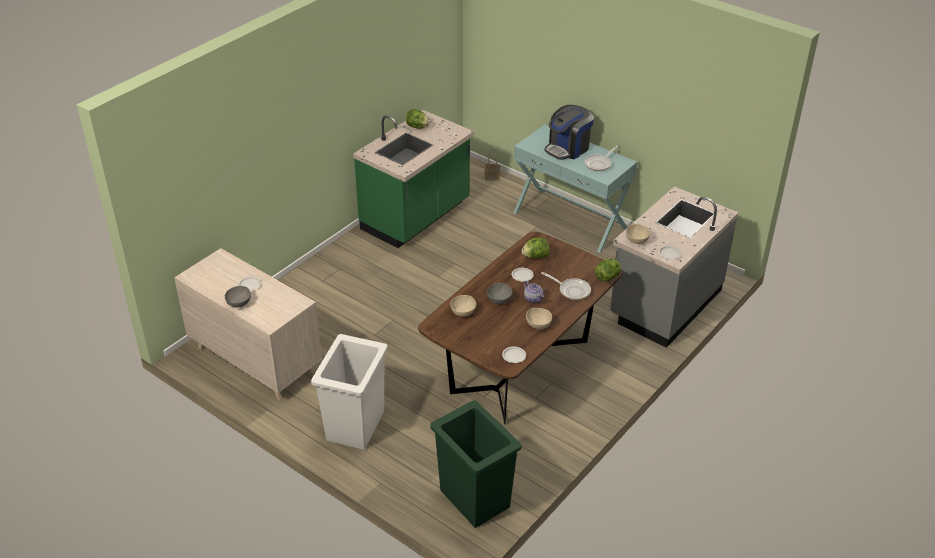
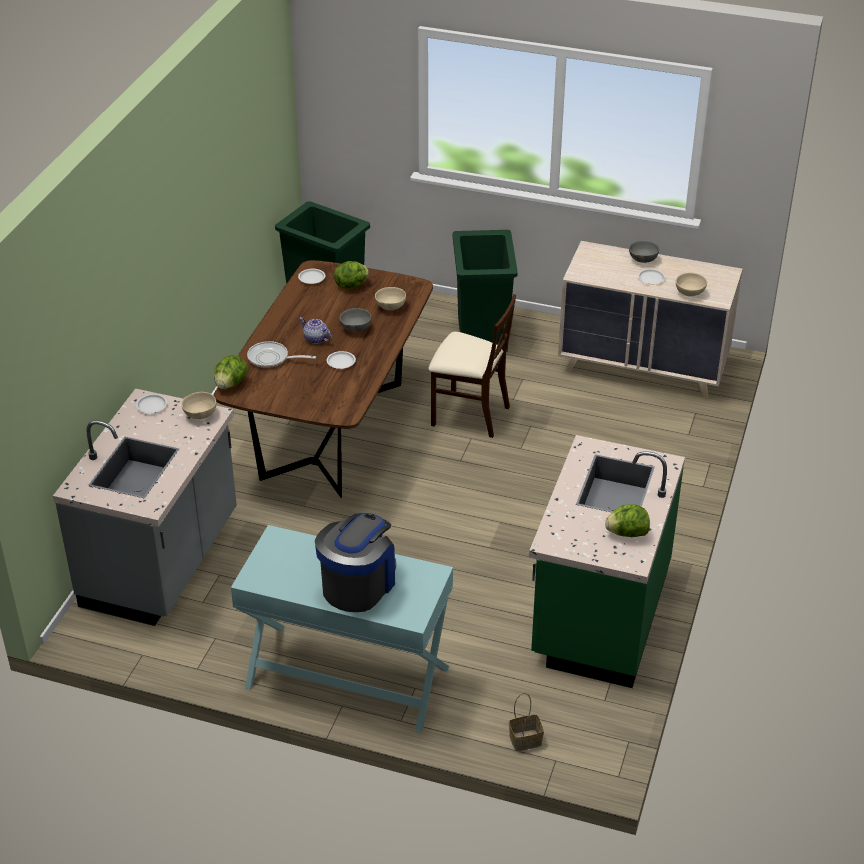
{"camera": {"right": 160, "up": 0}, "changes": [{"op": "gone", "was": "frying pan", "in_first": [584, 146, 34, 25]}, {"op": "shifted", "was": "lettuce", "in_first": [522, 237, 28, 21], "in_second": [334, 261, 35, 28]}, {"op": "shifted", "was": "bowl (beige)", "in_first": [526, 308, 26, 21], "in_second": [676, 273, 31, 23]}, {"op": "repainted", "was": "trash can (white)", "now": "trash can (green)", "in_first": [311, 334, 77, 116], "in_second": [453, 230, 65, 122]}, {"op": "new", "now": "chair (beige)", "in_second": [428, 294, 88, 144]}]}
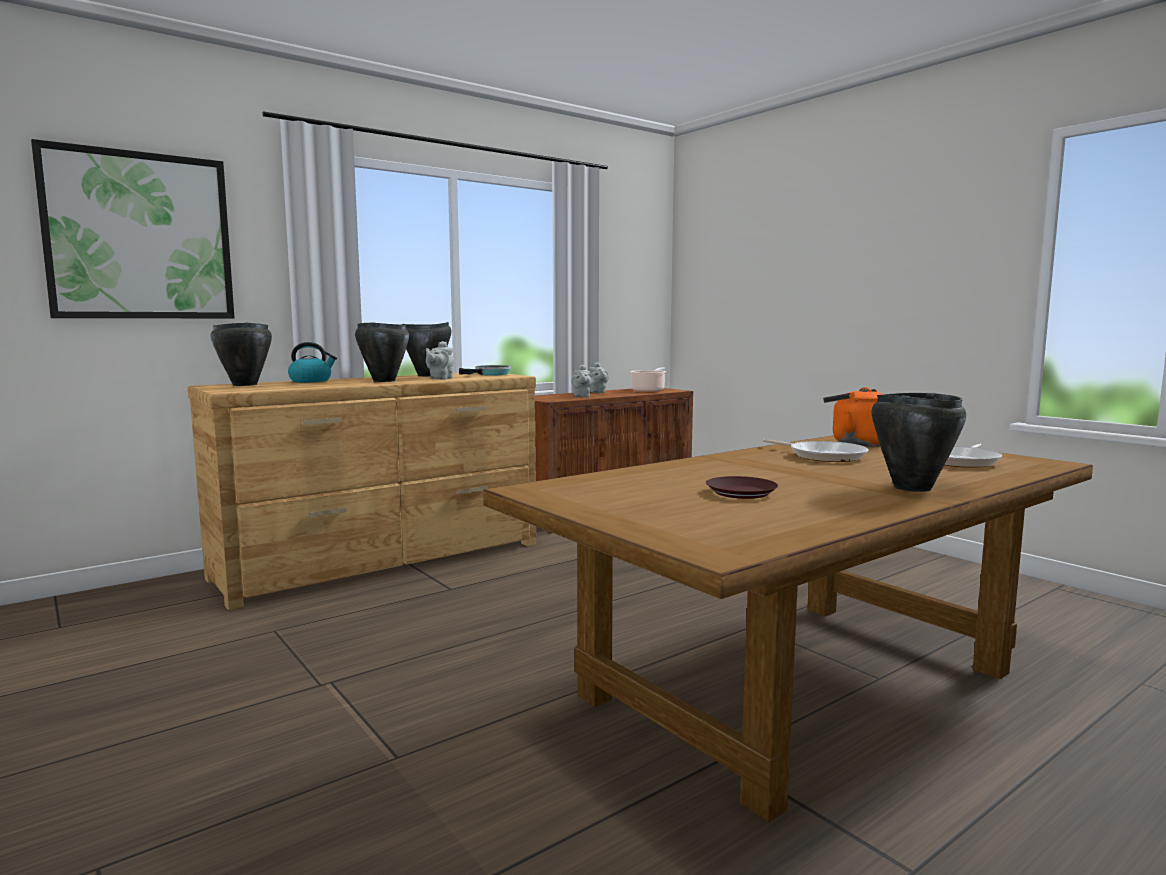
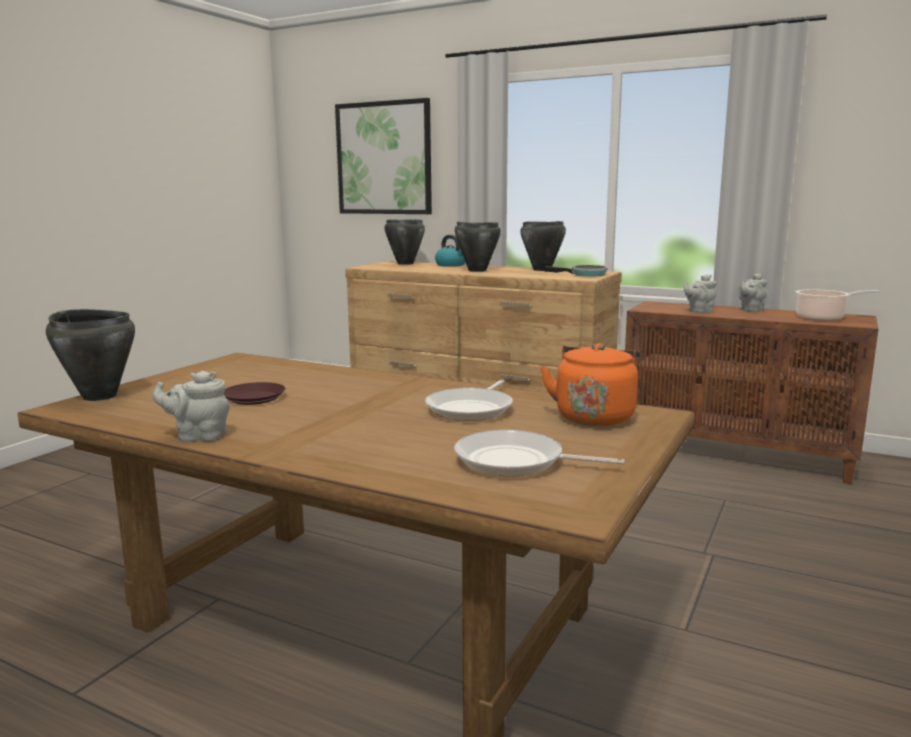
{"camera": {"right": 65, "up": 5}, "changes": [{"op": "shifted", "was": "teapot (grey)", "in_first": [426, 341, 28, 39], "in_second": [152, 371, 78, 71]}, {"op": "shifted", "was": "cooking pot (black)", "in_first": [872, 392, 94, 100], "in_second": [46, 309, 89, 92]}]}
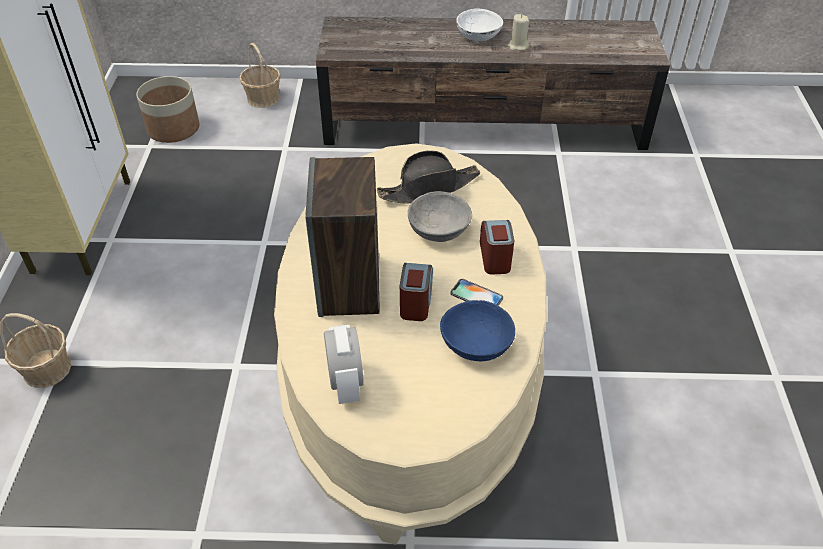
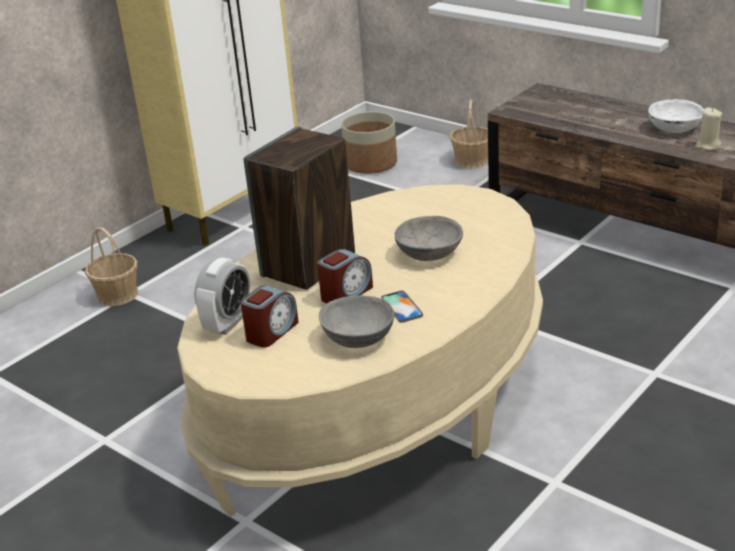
{"camera": {"right": 40, "up": -15}, "changes": [{"op": "gone", "was": "hat (black)", "in_first": [377, 150, 103, 54]}, {"op": "shifted", "was": "alarm clock", "in_first": [480, 220, 34, 54], "in_second": [240, 286, 59, 62]}, {"op": "repainted", "was": "bowl (blue)", "now": "bowl (grey)", "in_first": [440, 300, 75, 61], "in_second": [319, 296, 75, 52]}]}
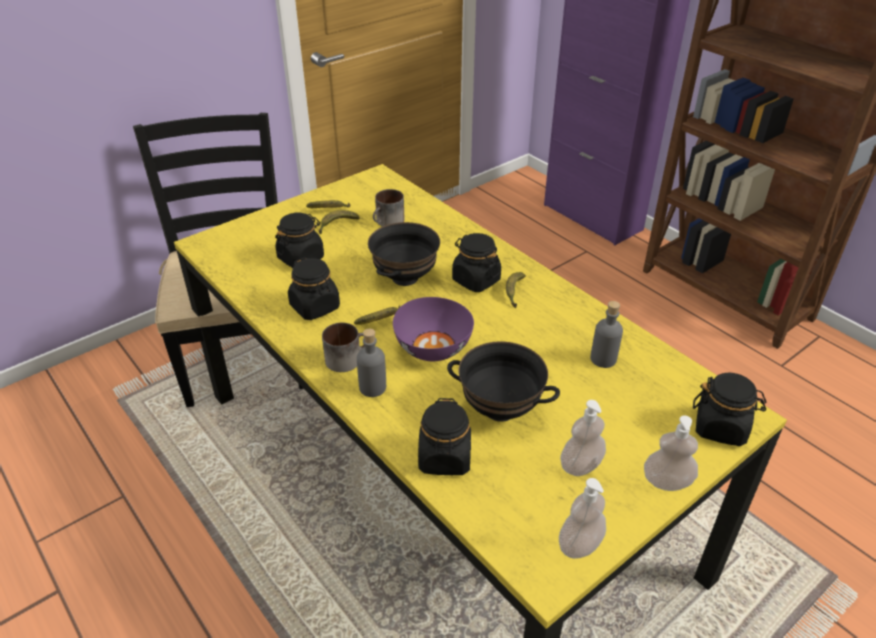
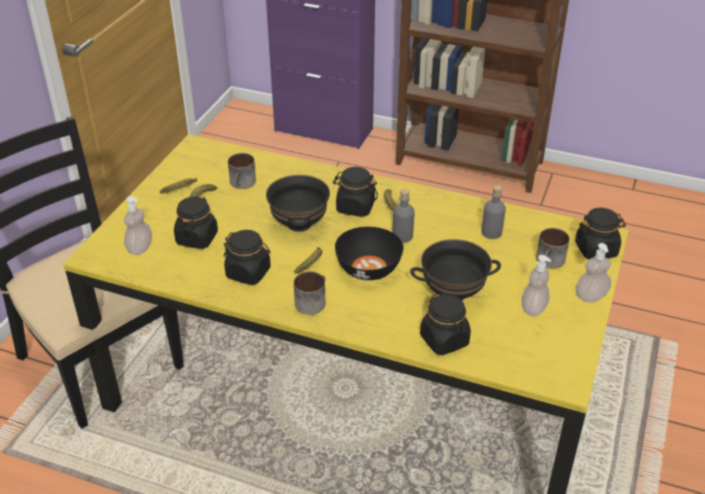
{"camera": {"right": -30, "up": 0}, "changes": [{"op": "repainted", "was": "bowl (purple)", "now": "bowl (black)", "in_first": [393, 297, 81, 64], "in_second": [335, 227, 69, 53]}, {"op": "shifted", "was": "bottle (grey)", "in_first": [357, 329, 29, 68], "in_second": [392, 189, 23, 54]}, {"op": "shifted", "was": "soap dispenser", "in_first": [559, 478, 47, 81], "in_second": [124, 196, 28, 59]}, {"op": "new", "now": "mug", "in_second": [536, 228, 34, 40]}]}
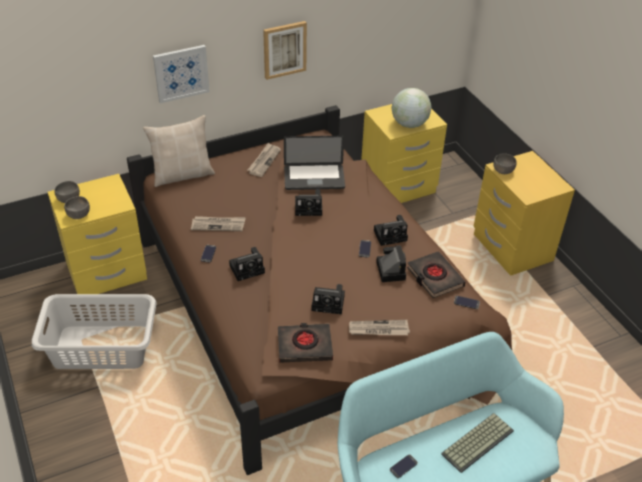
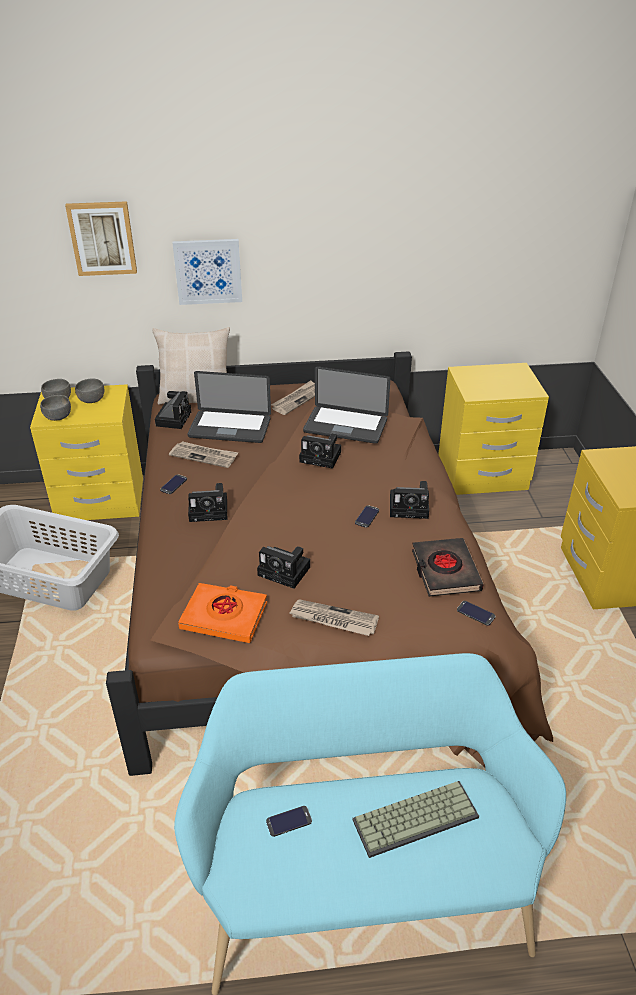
{"camera": {"right": 20, "up": -5}, "changes": [{"op": "shifted", "was": "picture", "in_first": [263, 21, 44, 59], "in_second": [65, 201, 72, 75]}, {"op": "gone", "was": "globe", "in_first": [392, 88, 39, 40]}, {"op": "shifted", "was": "bowl (grey)", "in_first": [493, 153, 24, 21], "in_second": [75, 378, 30, 25]}, {"op": "shifted", "was": "photo camera", "in_first": [376, 245, 30, 37], "in_second": [155, 391, 36, 38]}, {"op": "repainted", "was": "book (black)", "now": "book (orange)", "in_first": [278, 323, 55, 40], "in_second": [178, 583, 89, 60]}, {"op": "new", "now": "laptop", "in_second": [187, 371, 84, 72]}]}
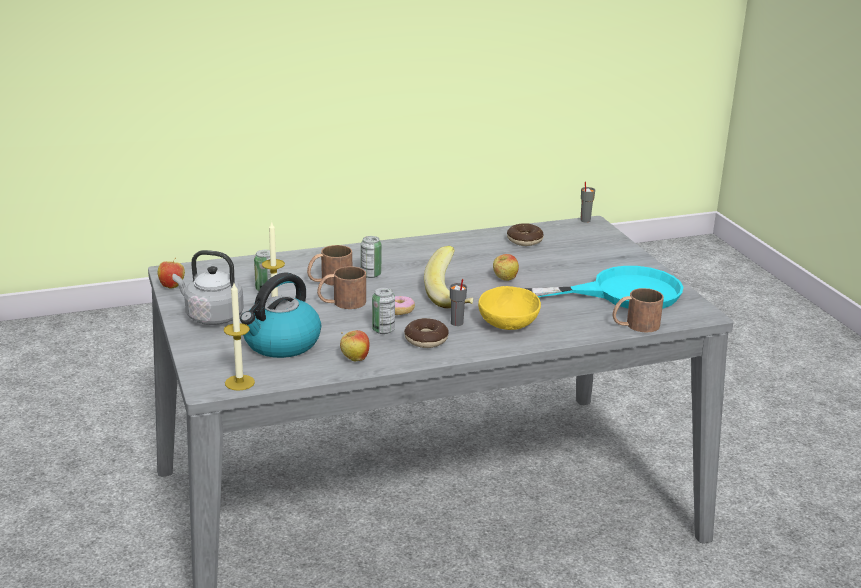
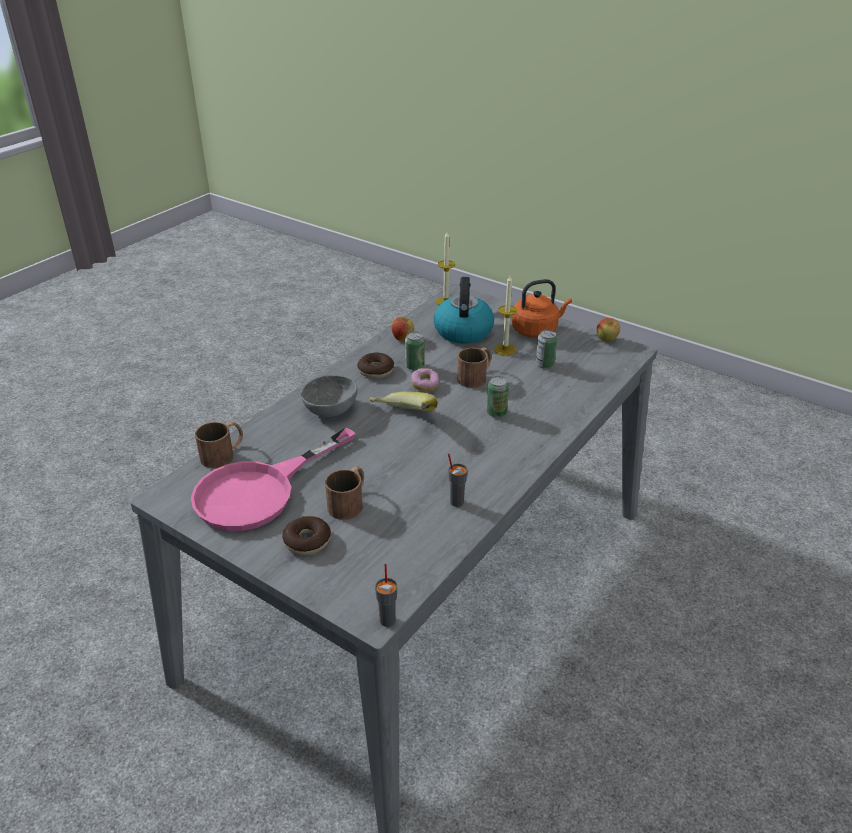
{"camera": {"right": 145, "up": 10}, "changes": [{"op": "shifted", "was": "donut", "in_first": [507, 223, 37, 23], "in_second": [282, 516, 49, 40]}, {"op": "shifted", "was": "mug (brown)", "in_first": [307, 245, 45, 41], "in_second": [325, 466, 39, 54]}, {"op": "repainted", "was": "kettle (grey)", "now": "kettle (orange)", "in_first": [172, 250, 72, 75], "in_second": [512, 279, 60, 59]}, {"op": "gone", "was": "apple", "in_first": [493, 254, 26, 27]}, {"op": "repainted", "was": "frying pan (turquoise)", "now": "frying pan (pink)", "in_first": [523, 266, 160, 43], "in_second": [191, 428, 164, 103]}, {"op": "shifted", "was": "cup (grey)", "in_first": [450, 279, 17, 47], "in_second": [448, 453, 20, 54]}, {"op": "repainted", "was": "bowl (yellow)", "now": "bowl (grey)", "in_first": [478, 286, 63, 44], "in_second": [301, 375, 57, 42]}]}
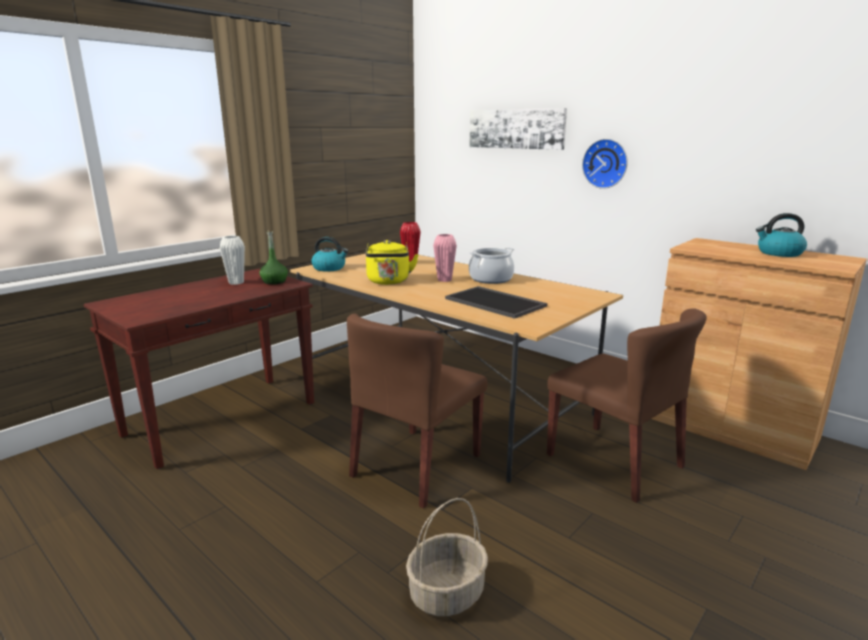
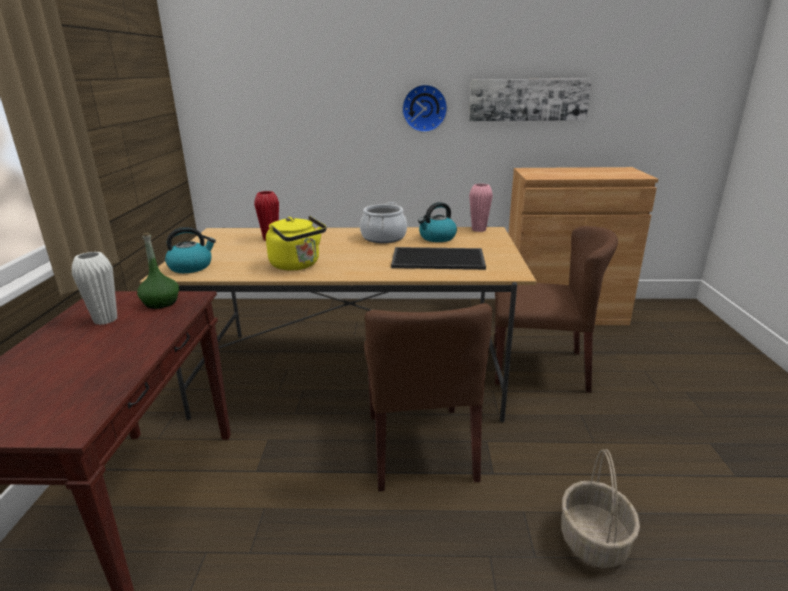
{"camera": {"right": -40, "up": 5}, "changes": [{"op": "shifted", "was": "picture", "in_first": [469, 108, 98, 42], "in_second": [469, 78, 123, 43]}, {"op": "shifted", "was": "kettle", "in_first": [756, 213, 51, 44], "in_second": [418, 202, 39, 40]}, {"op": "shifted", "was": "vase (pink)", "in_first": [433, 234, 24, 48], "in_second": [469, 184, 24, 48]}]}
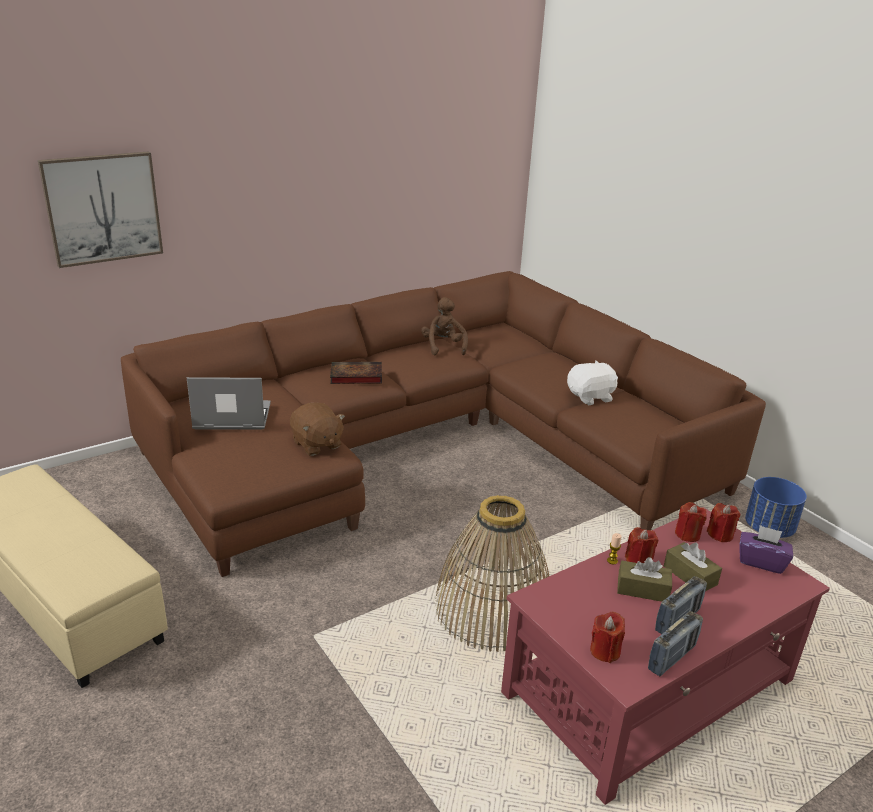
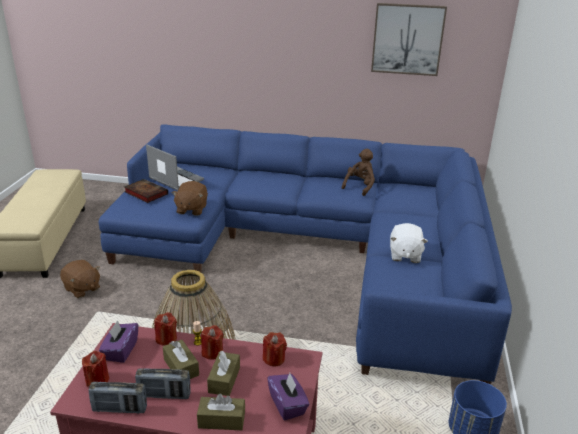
{"camera": {"right": 45, "up": 0}, "changes": [{"op": "shifted", "was": "picture", "in_first": [38, 151, 125, 117], "in_second": [371, 3, 76, 73]}, {"op": "repainted", "was": "sofa (brown)", "now": "sofa (blue)", "in_first": [121, 271, 645, 306], "in_second": [99, 124, 413, 260]}, {"op": "rotated", "was": "plush toy (white)", "in_first": [567, 360, 51, 45], "in_second": [390, 223, 38, 40], "clockwise": 75}, {"op": "shifted", "was": "book", "in_first": [330, 362, 52, 22], "in_second": [124, 179, 44, 24]}, {"op": "shifted", "was": "candle (red)", "in_first": [707, 503, 33, 39], "in_second": [154, 312, 23, 34]}, {"op": "new", "now": "plush toy (brown)", "in_second": [60, 260, 40, 38]}, {"op": "new", "now": "tissue box (purple)", "in_second": [99, 320, 39, 43]}, {"op": "new", "now": "tissue box (brown)", "in_second": [197, 394, 48, 36]}]}
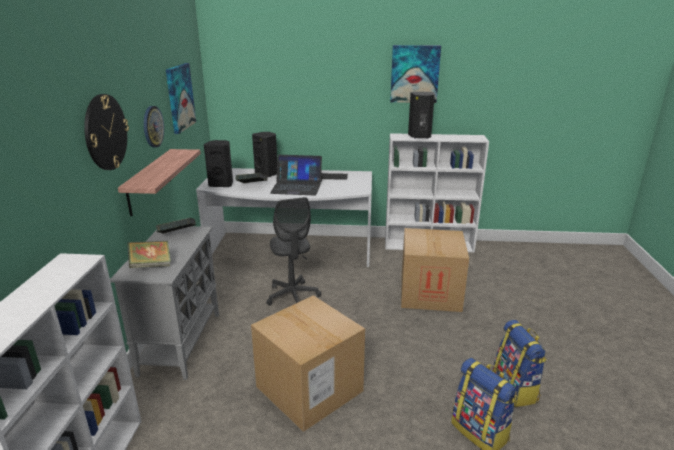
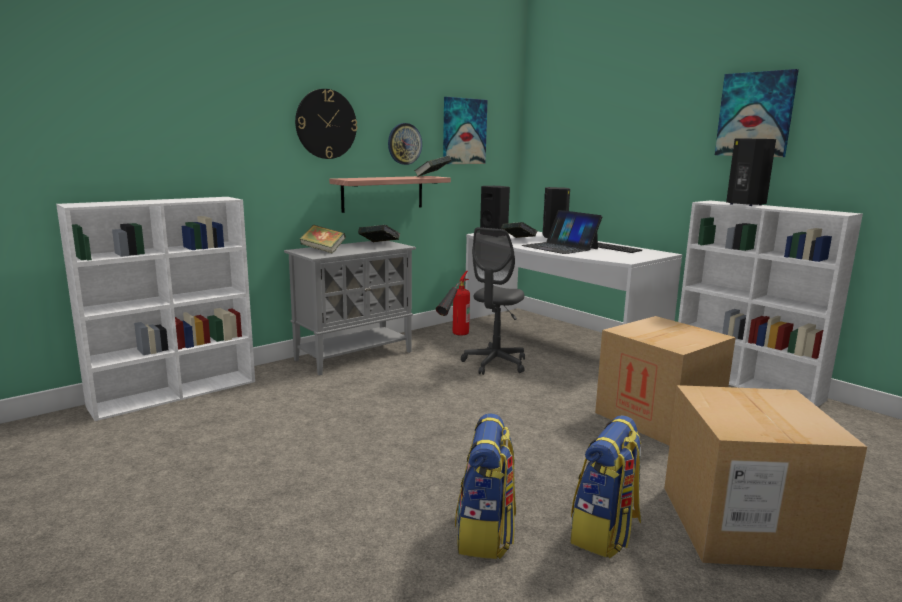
{"camera": {"right": 45, "up": -10}, "changes": [{"op": "shifted", "was": "cardboard box", "in_first": [251, 295, 114, 137], "in_second": [664, 385, 203, 185]}, {"op": "new", "now": "book", "in_second": [414, 155, 37, 22]}, {"op": "new", "now": "fire extinguisher", "in_second": [436, 271, 34, 64]}]}
